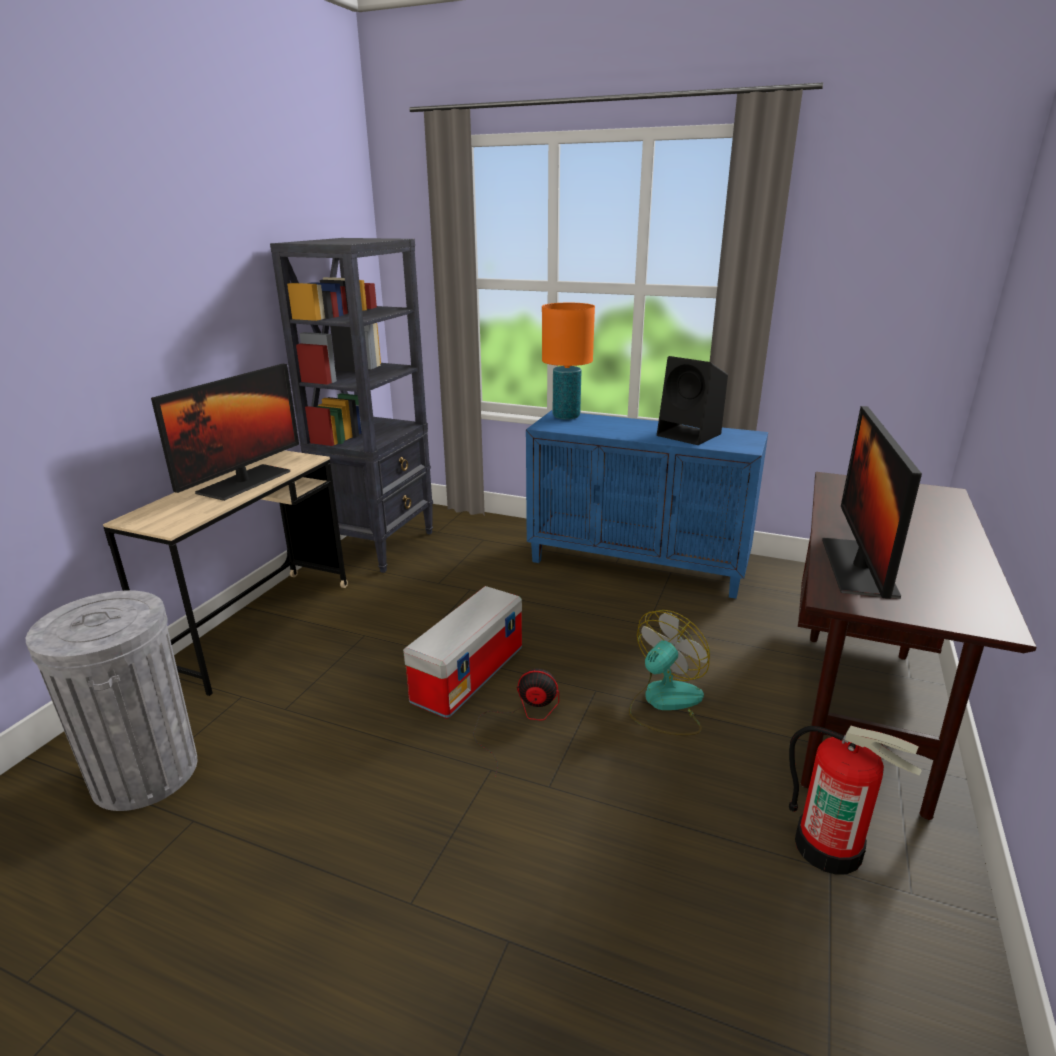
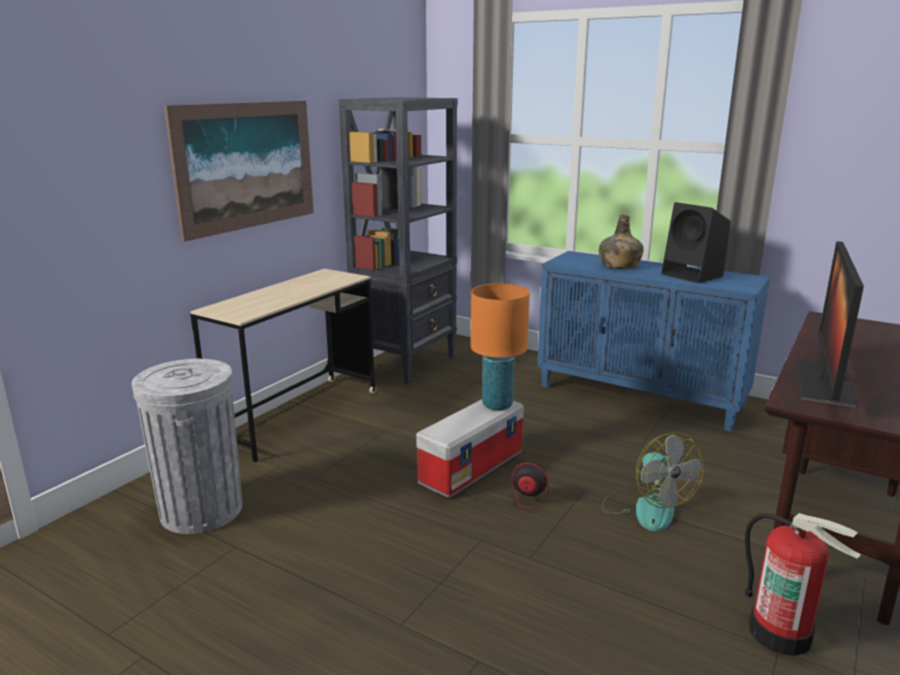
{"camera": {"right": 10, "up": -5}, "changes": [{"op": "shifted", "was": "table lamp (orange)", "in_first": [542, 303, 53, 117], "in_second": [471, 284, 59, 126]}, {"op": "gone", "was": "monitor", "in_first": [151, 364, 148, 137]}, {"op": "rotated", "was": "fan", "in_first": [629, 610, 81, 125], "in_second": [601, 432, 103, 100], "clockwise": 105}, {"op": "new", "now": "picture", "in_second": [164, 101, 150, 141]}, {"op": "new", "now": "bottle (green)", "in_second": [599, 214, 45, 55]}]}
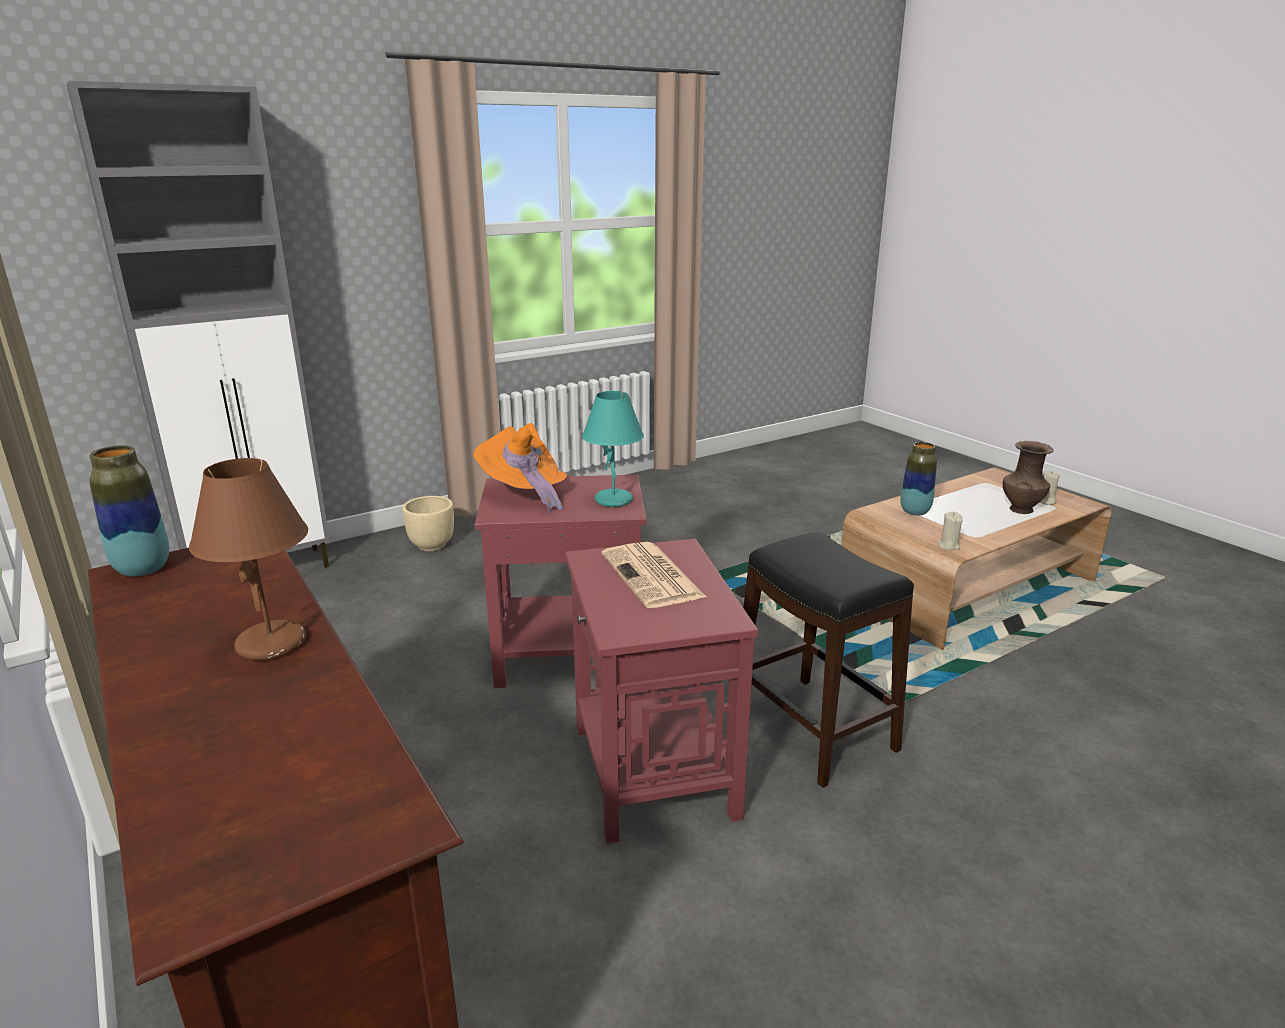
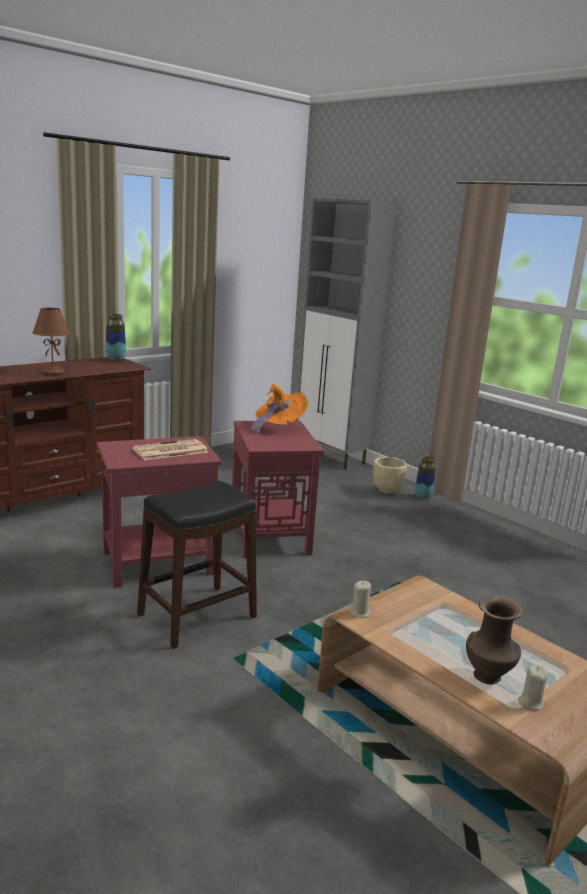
{"camera": {"right": 80, "up": -5}, "changes": [{"op": "gone", "was": "table lamp (turquoise)", "in_first": [582, 391, 62, 116]}, {"op": "shifted", "was": "vase", "in_first": [900, 442, 37, 74], "in_second": [415, 456, 21, 43]}]}
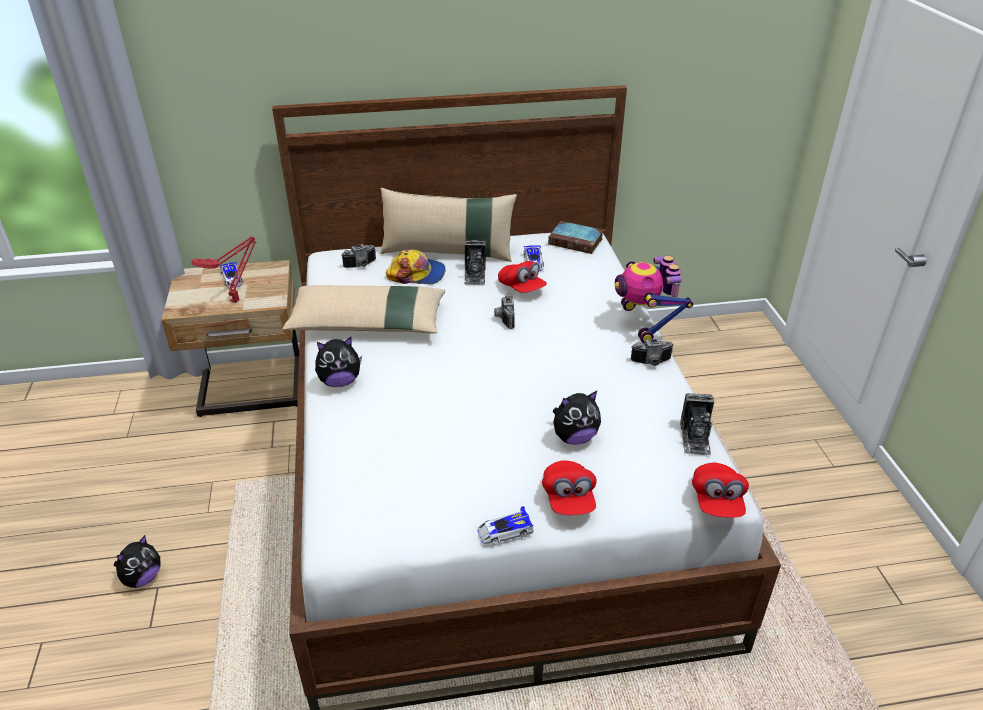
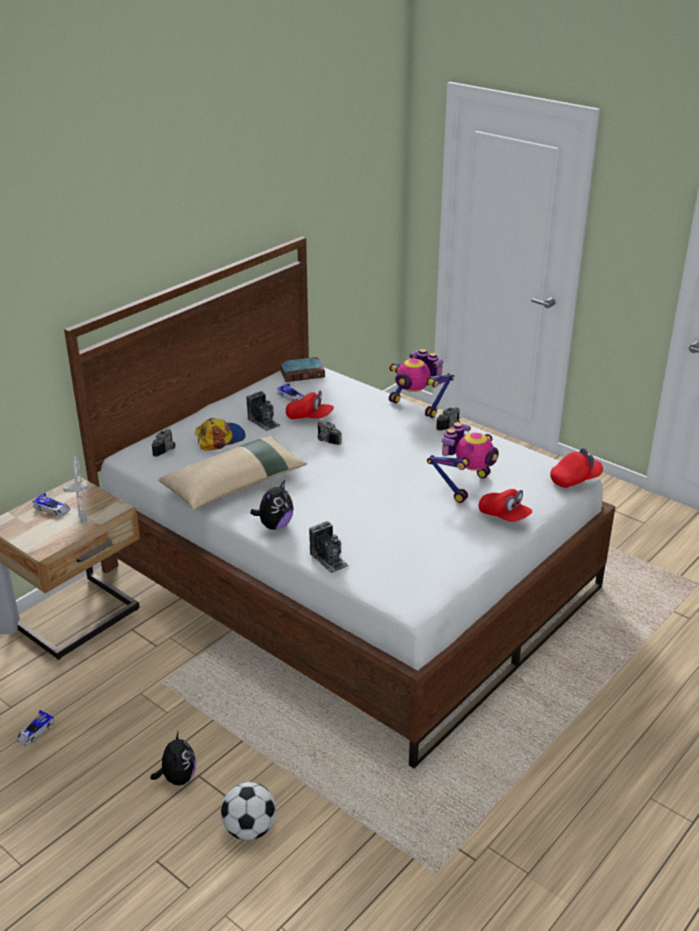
{"camera": {"right": -40, "up": -5}, "changes": [{"op": "gone", "was": "pillow (beige)", "in_first": [381, 188, 136, 74]}, {"op": "repainted", "was": "table lamp (red)", "now": "table lamp (grey)", "in_first": [192, 236, 64, 67], "in_second": [63, 456, 26, 67]}, {"op": "swapped", "was": "plush toy", "now": "toy robot", "in_first": [552, 391, 49, 54], "in_second": [427, 422, 72, 81]}, {"op": "shifted", "was": "photo camera", "in_first": [680, 393, 34, 62], "in_second": [309, 521, 40, 52]}, {"op": "rotated", "was": "cap (red)", "in_first": [692, 463, 57, 55], "in_second": [550, 448, 53, 40], "clockwise": -75}, {"op": "shifted", "was": "toy car", "in_first": [477, 506, 57, 38], "in_second": [16, 710, 39, 36]}, {"op": "new", "now": "football", "in_second": [221, 782, 55, 58]}]}
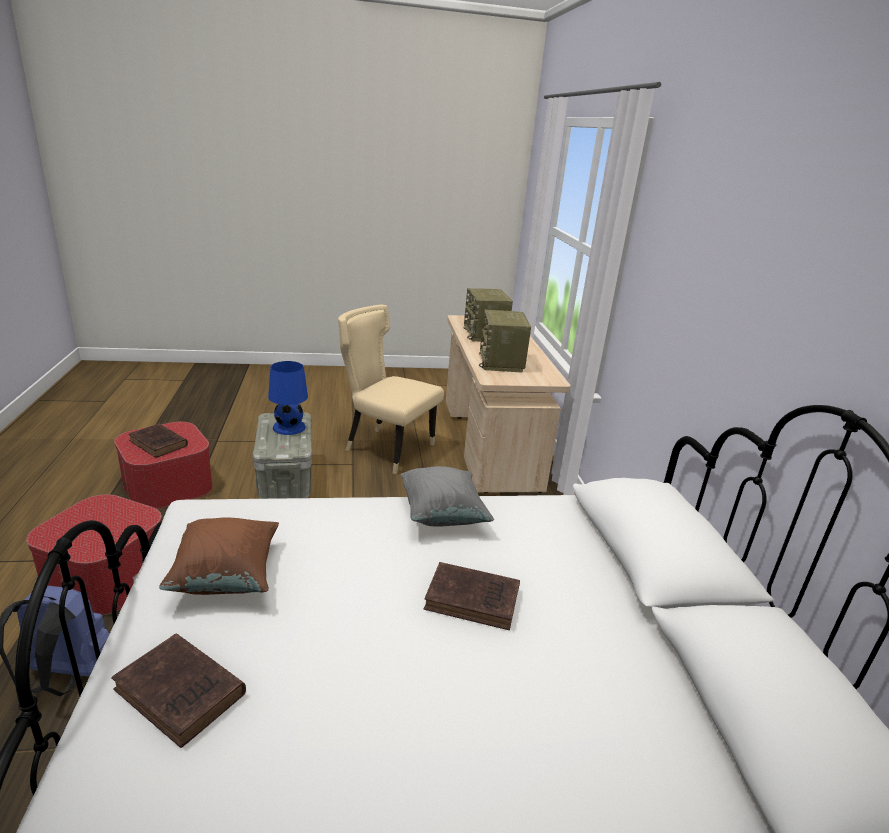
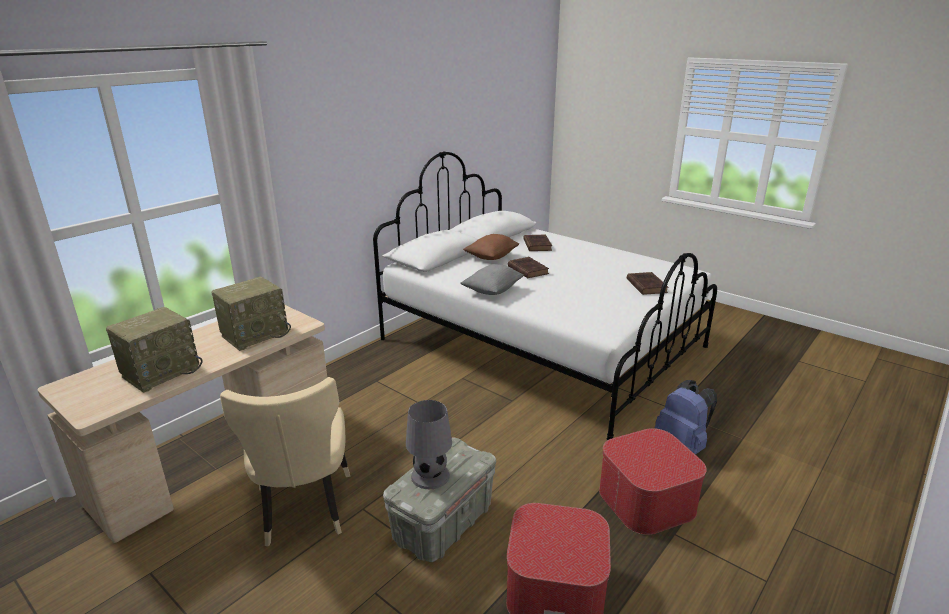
{"camera": {"right": -130, "up": 0}, "changes": [{"op": "repainted", "was": "table lamp (blue)", "now": "table lamp (grey)", "in_first": [268, 361, 40, 74], "in_second": [406, 400, 46, 89]}, {"op": "shifted", "was": "book (brown)", "in_first": [128, 424, 60, 34], "in_second": [523, 234, 29, 17]}, {"op": "shifted", "was": "pillow (brown)", "in_first": [159, 518, 120, 77], "in_second": [463, 234, 56, 26]}]}
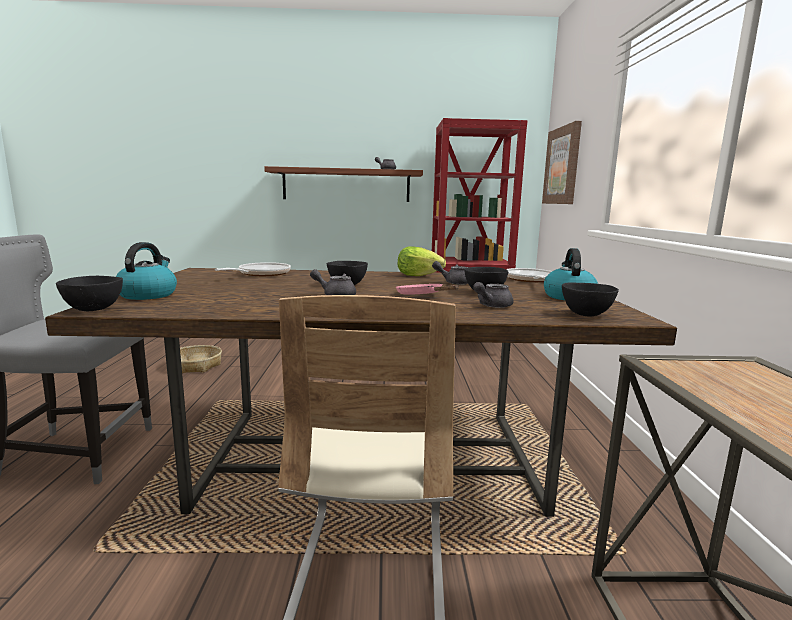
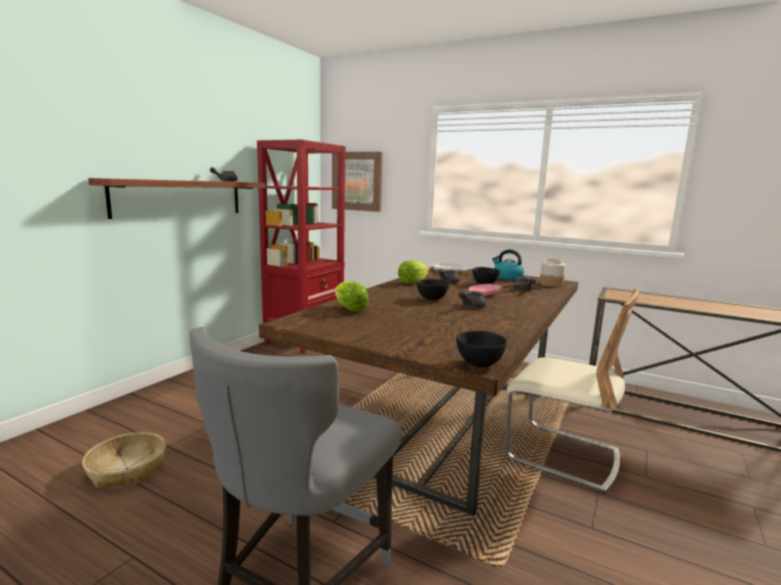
{"camera": {"right": -60, "up": 0}, "changes": [{"op": "gone", "was": "kettle", "in_first": [116, 242, 61, 58]}, {"op": "swapped", "was": "frying pan", "now": "lettuce", "in_first": [215, 262, 76, 14], "in_second": [334, 281, 35, 31]}, {"op": "swapped", "was": "bowl (black)", "now": "jar", "in_first": [562, 283, 57, 33], "in_second": [540, 259, 26, 28]}]}
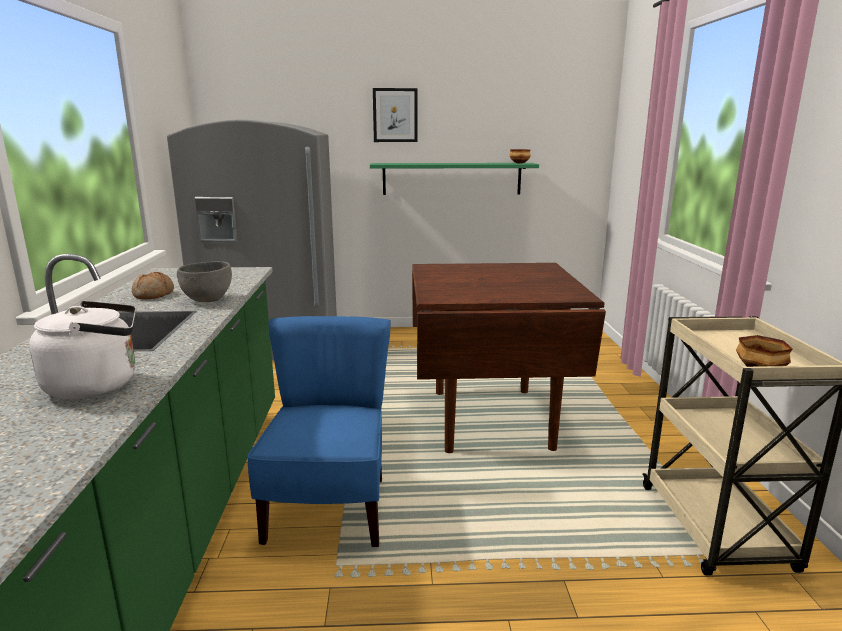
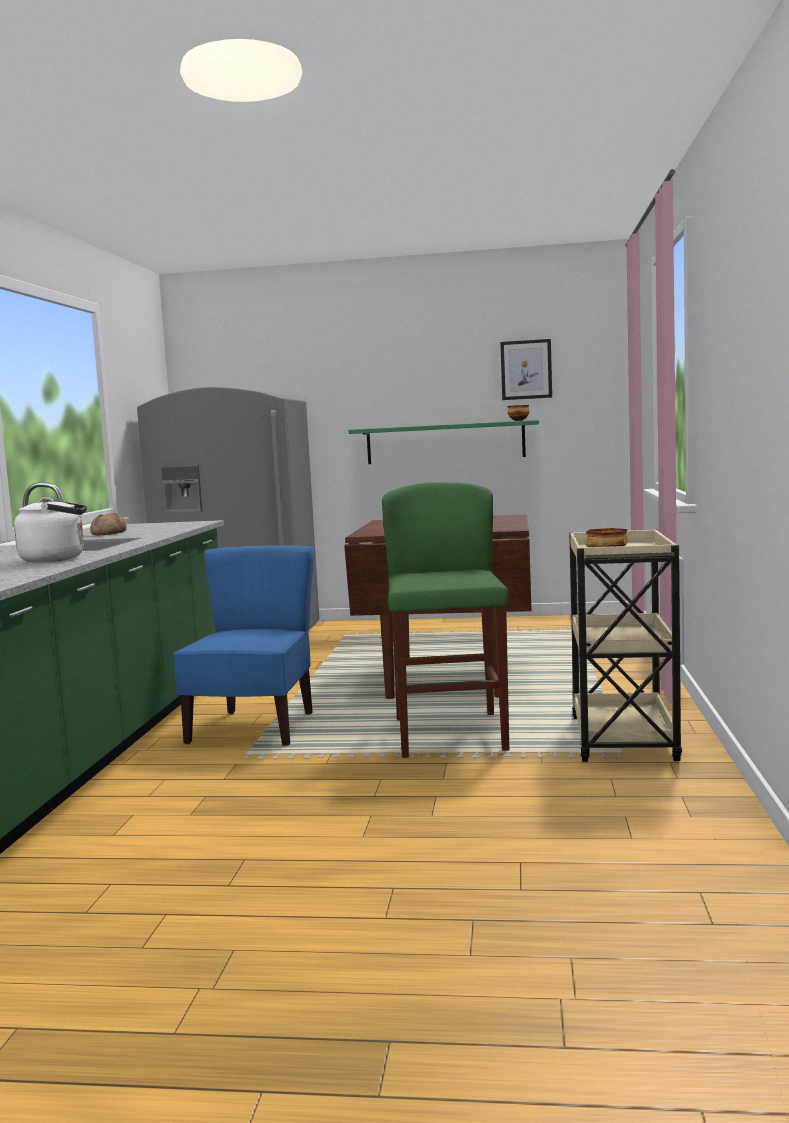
{"camera": {"right": 10, "up": -10}, "changes": [{"op": "shifted", "was": "picture", "in_first": [373, 88, 45, 54], "in_second": [500, 339, 52, 61]}, {"op": "gone", "was": "bowl (grey)", "in_first": [177, 261, 55, 41]}, {"op": "new", "now": "stool (green)", "in_second": [382, 482, 127, 276]}]}
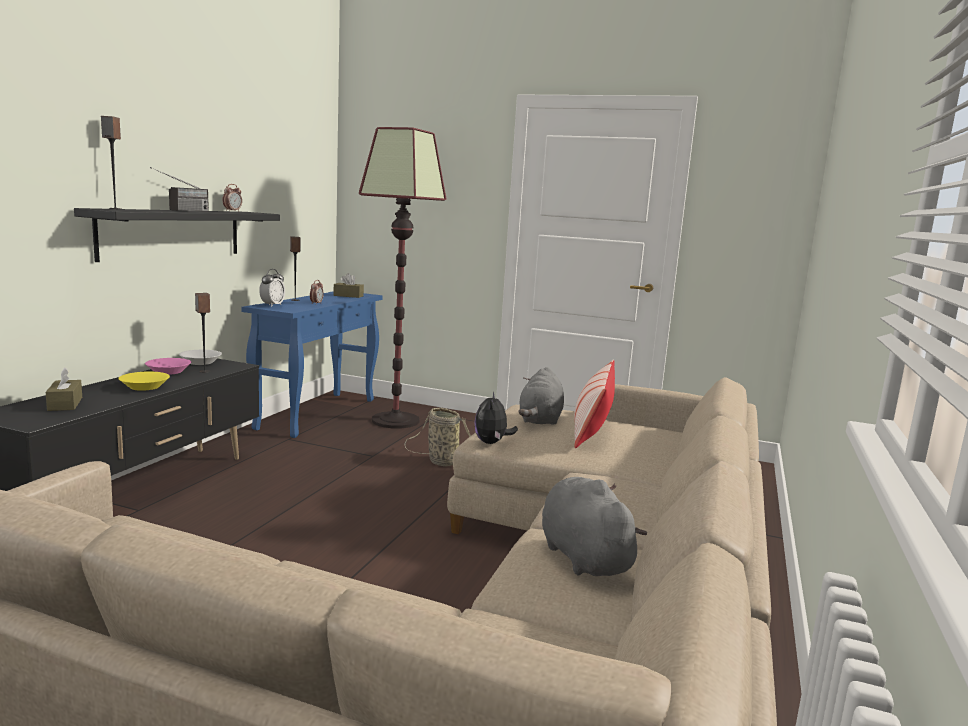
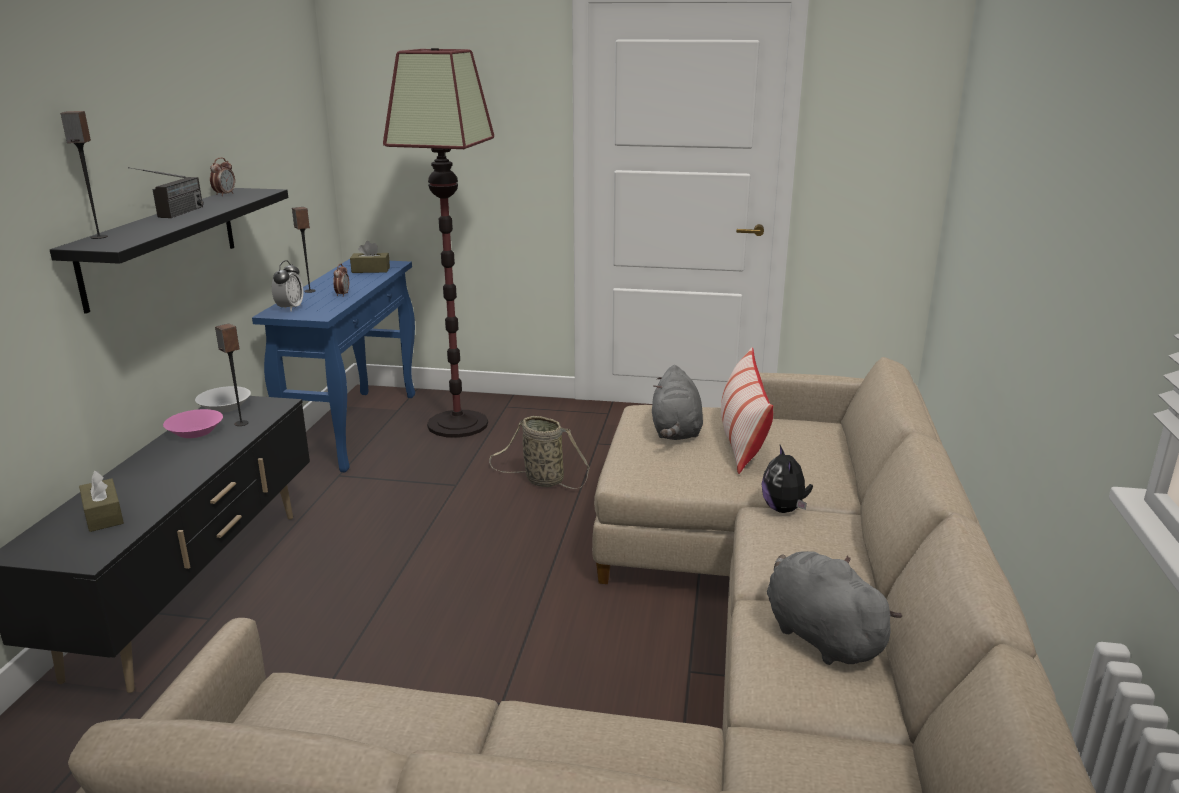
{"camera": {"right": -10, "up": 10}, "changes": [{"op": "gone", "was": "bowl (yellow)", "in_first": [118, 372, 52, 19]}, {"op": "shifted", "was": "plush toy", "in_first": [474, 392, 44, 52], "in_second": [762, 445, 51, 68]}]}
